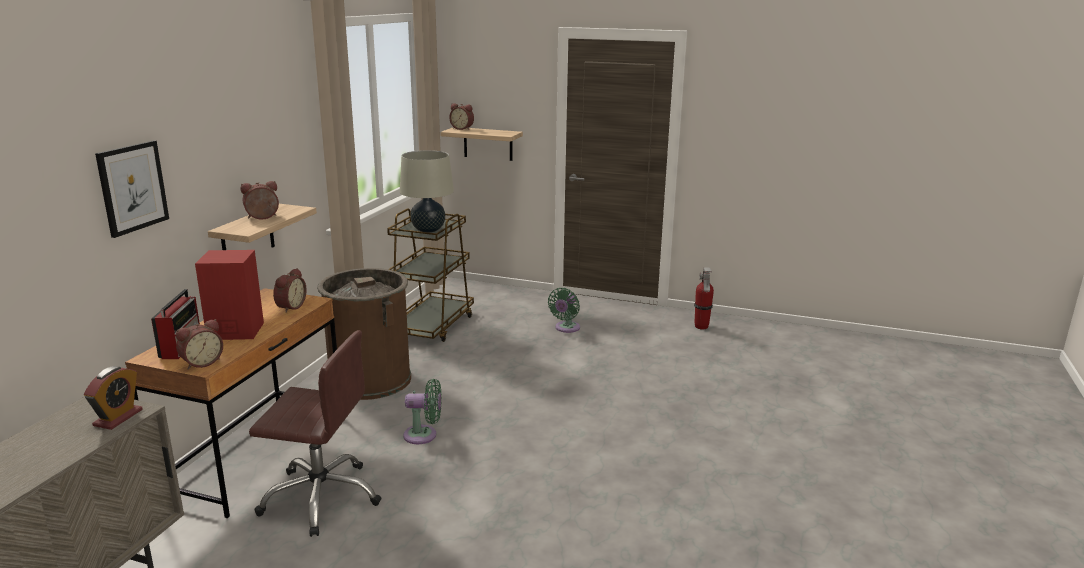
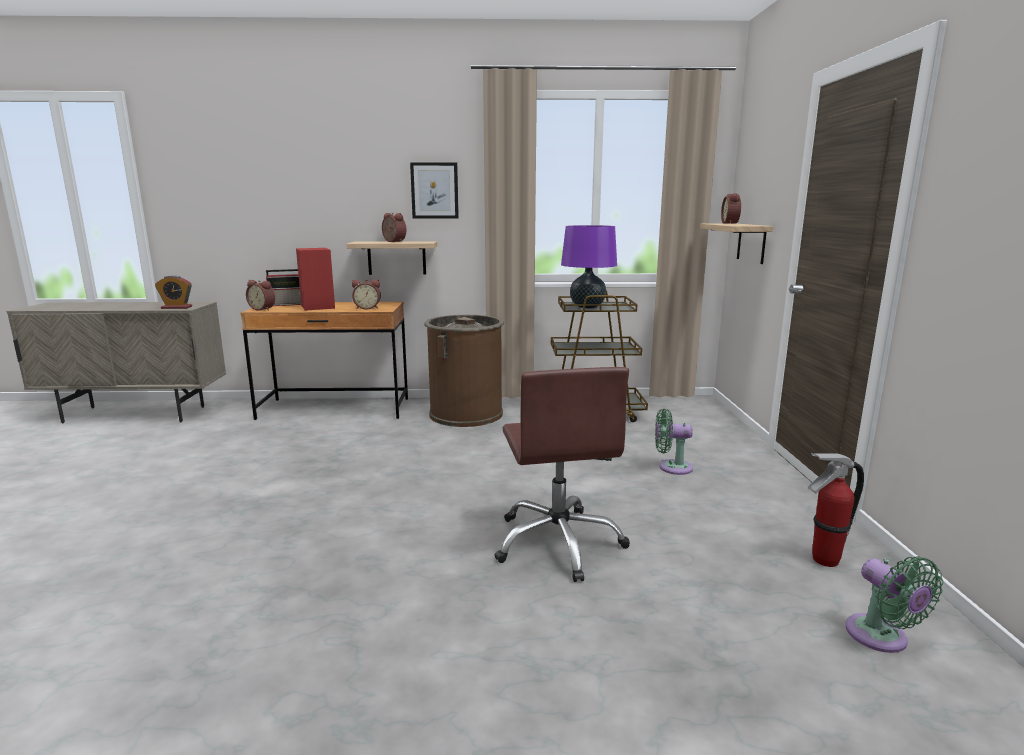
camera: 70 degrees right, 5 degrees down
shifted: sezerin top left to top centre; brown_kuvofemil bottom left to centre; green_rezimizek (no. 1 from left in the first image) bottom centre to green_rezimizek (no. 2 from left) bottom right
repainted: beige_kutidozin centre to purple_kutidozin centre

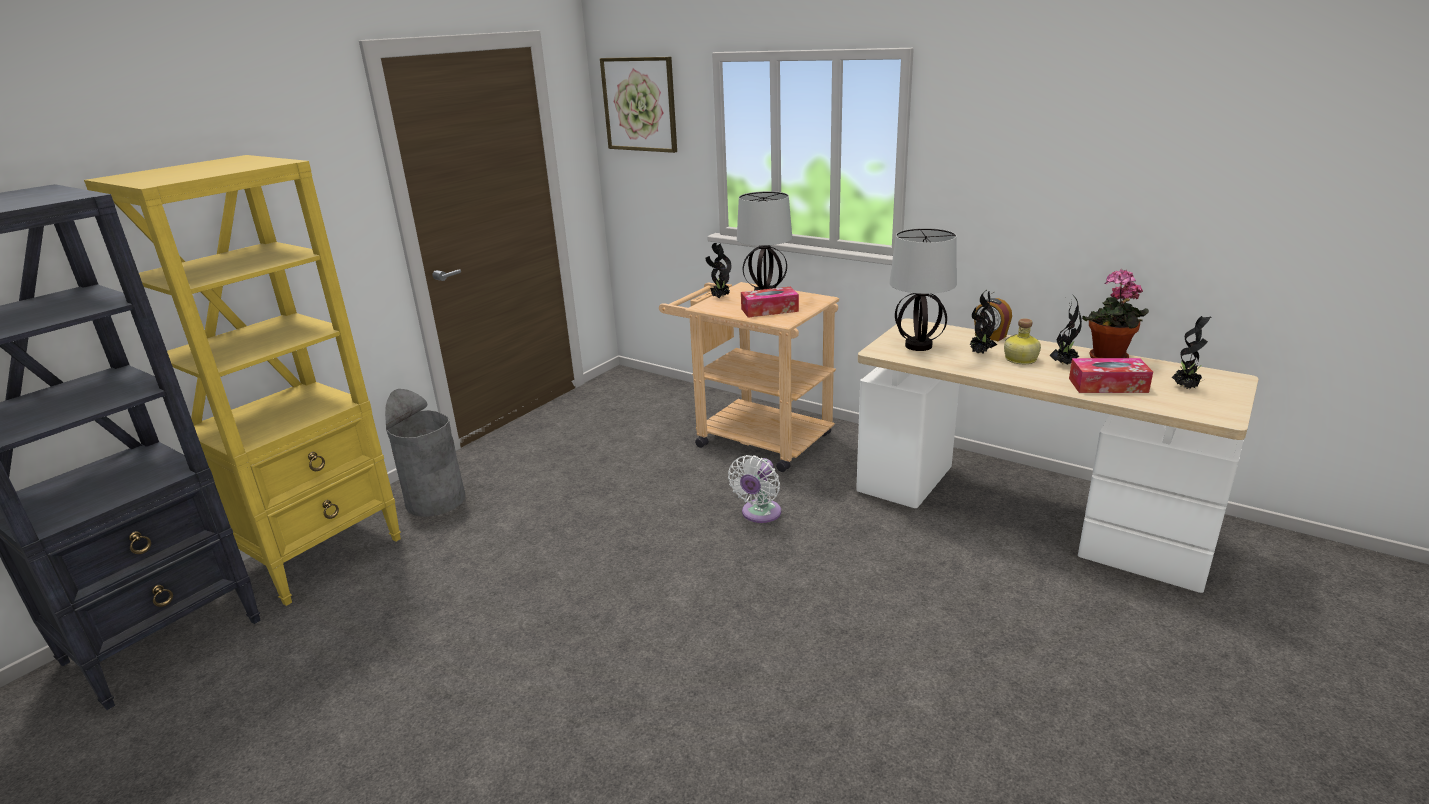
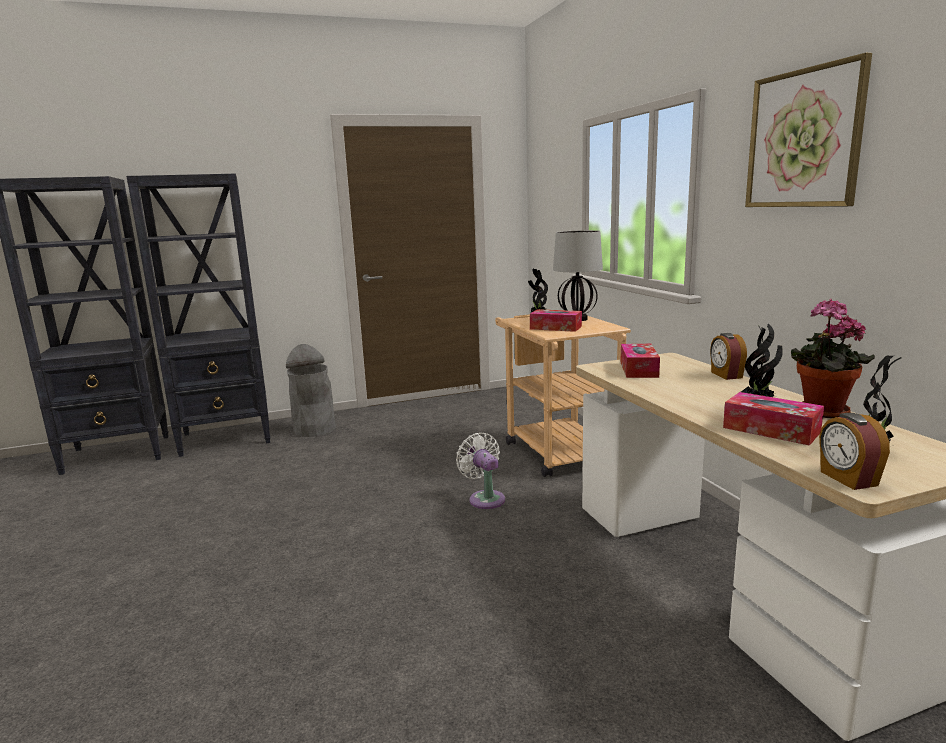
camera: 35 degrees right, 10 degrees down
gone: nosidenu (no. 2 from left) middle right; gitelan middle right
new: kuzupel (no. 2 from left) middle right
shifted: sezerin top centre to top right
swapped: kutidozin (no. 2 from left) centre to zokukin (no. 2 from left) middle right
repainted: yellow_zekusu middle left to black_zekusu (no. 2 from left) middle left
rotated: white_rezimizek centre = centre 90 degrees clockwise

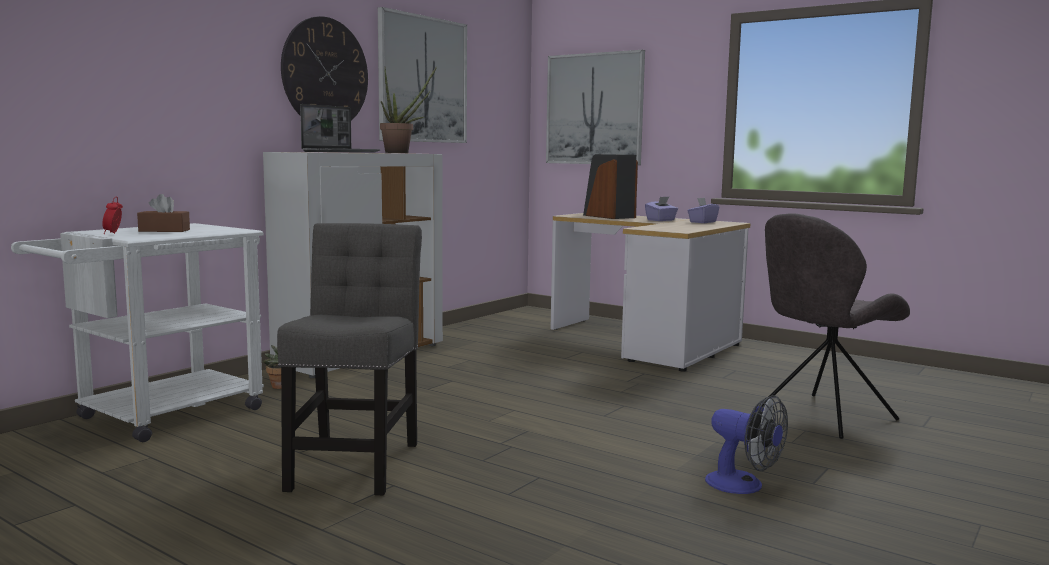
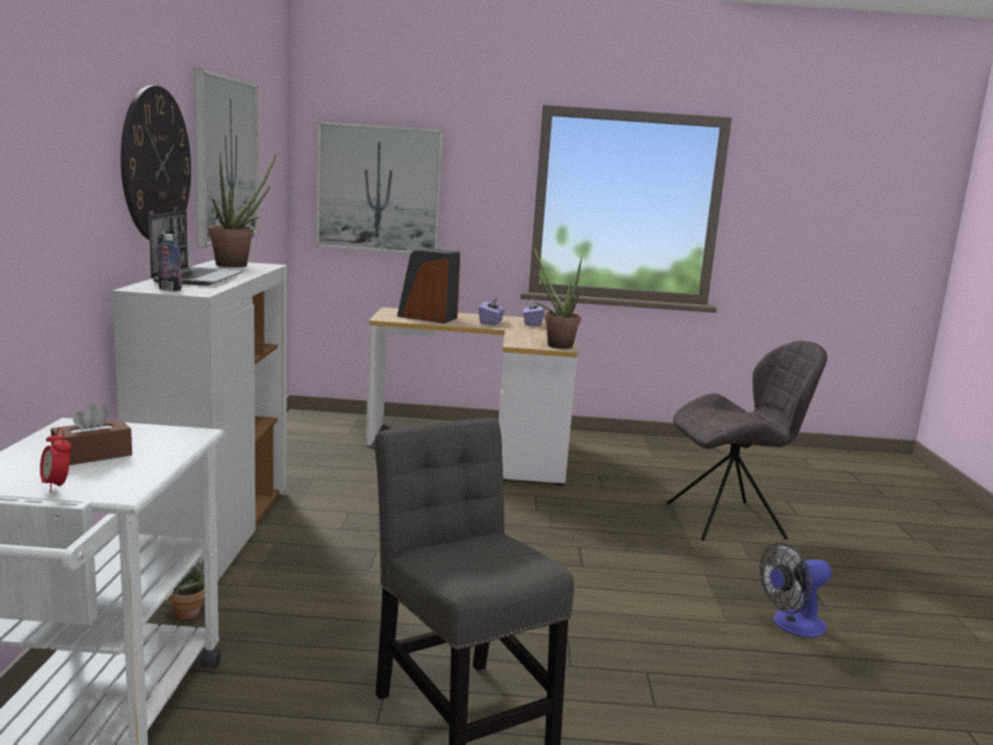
camera: 35 degrees left, 5 degrees up
new: gitelan middle left; nosidenu (no. 3 from left) centre
rotated: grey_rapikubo (no. 2 from left) middle right = middle right 120 degrees counterclockwise; rezimizek bottom right = bottom right 150 degrees clockwise

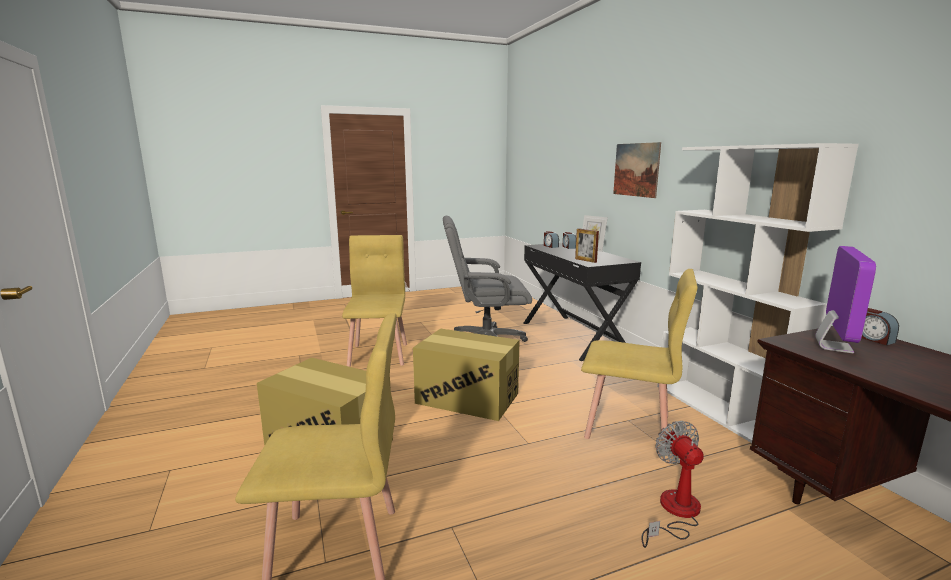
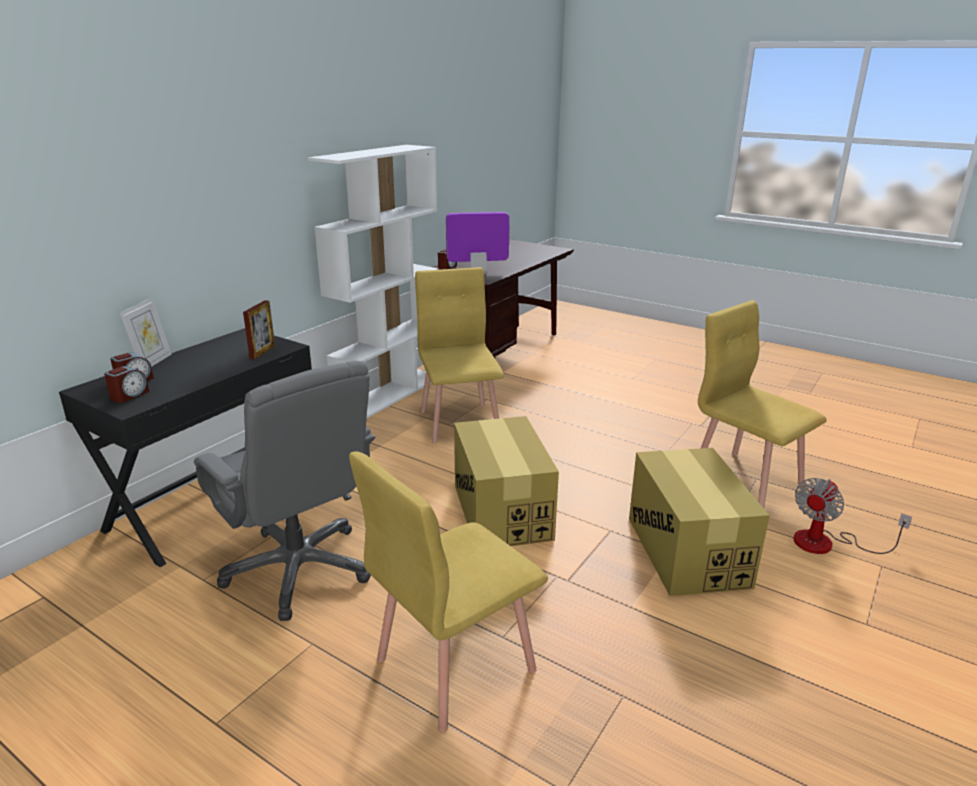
camera: 125 degrees left, 10 degrees up
gone: sezerin top right
shifted: rezimizek bottom right to middle right

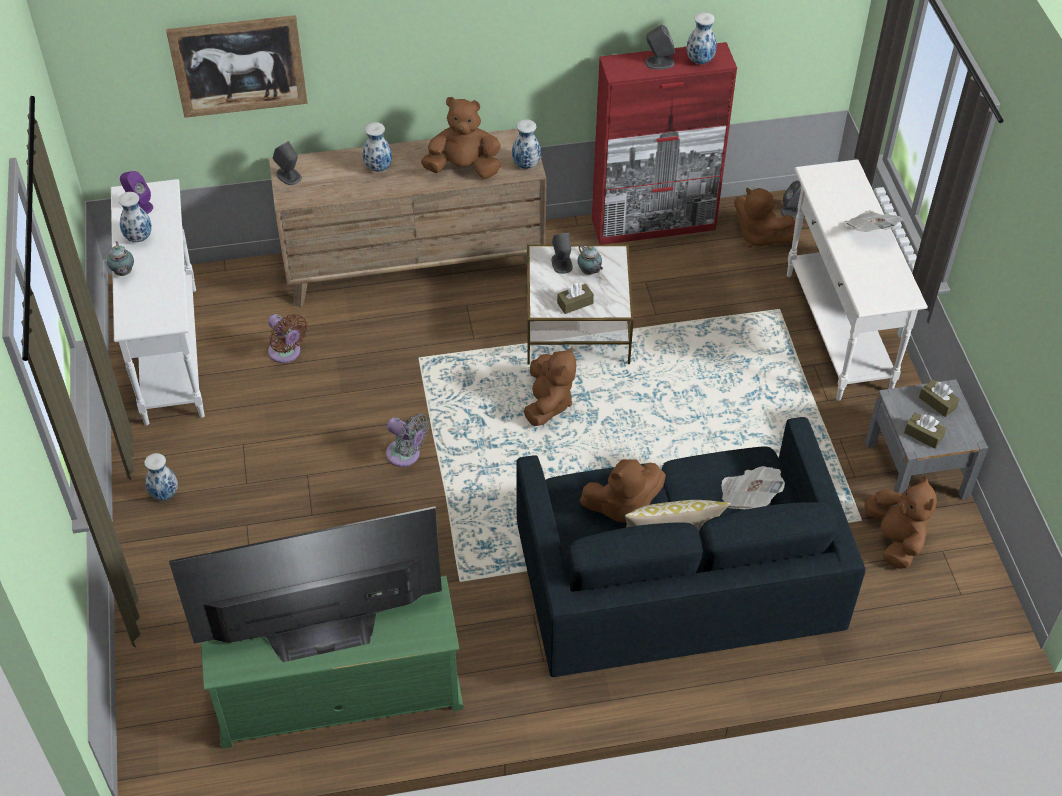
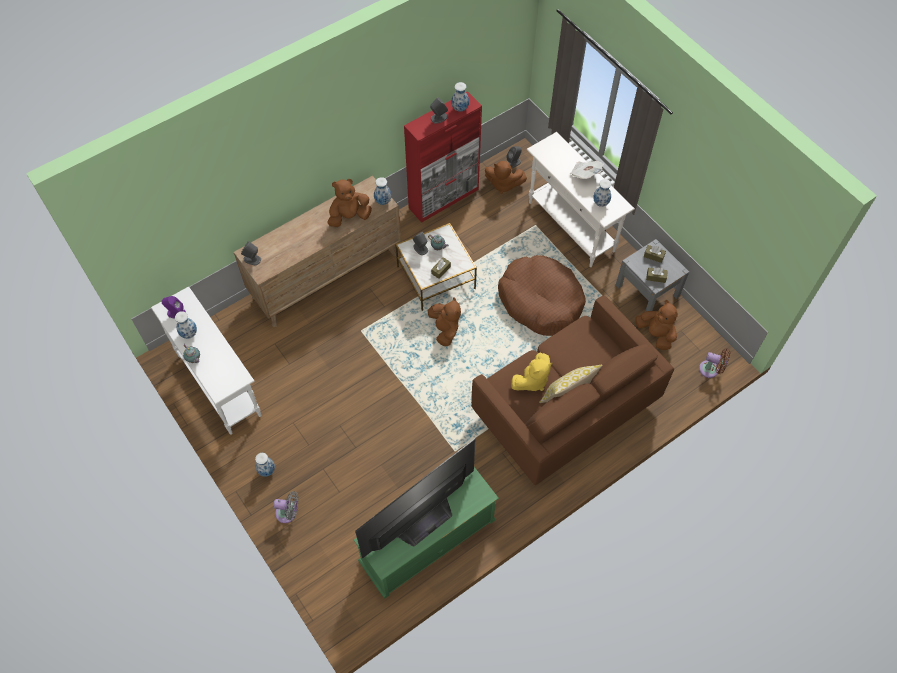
camera: 25 degrees left, 10 degrees up
gone: sezerin top left; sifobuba (no. 1 from left) middle right
new: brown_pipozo centre
shifted: grey_rezimizek centre to bottom left; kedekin (no. 3 from left in the first image) top centre to kedekin (no. 5 from left) top right; brown_rezimizek middle left to middle right
repainted: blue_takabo bottom centre to brown_takabo centre; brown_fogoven (no. 3 from left) centre to yellow_fogoven centre

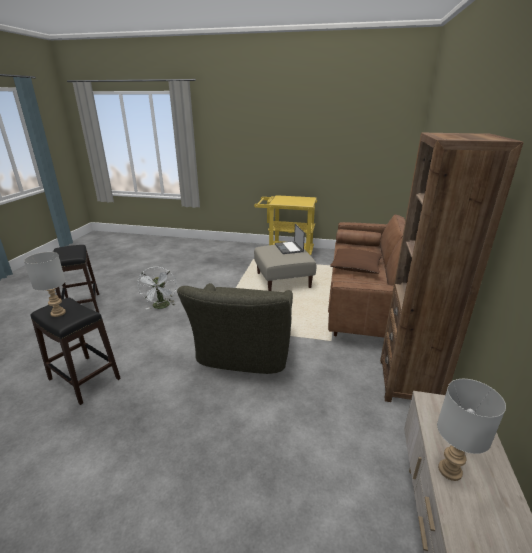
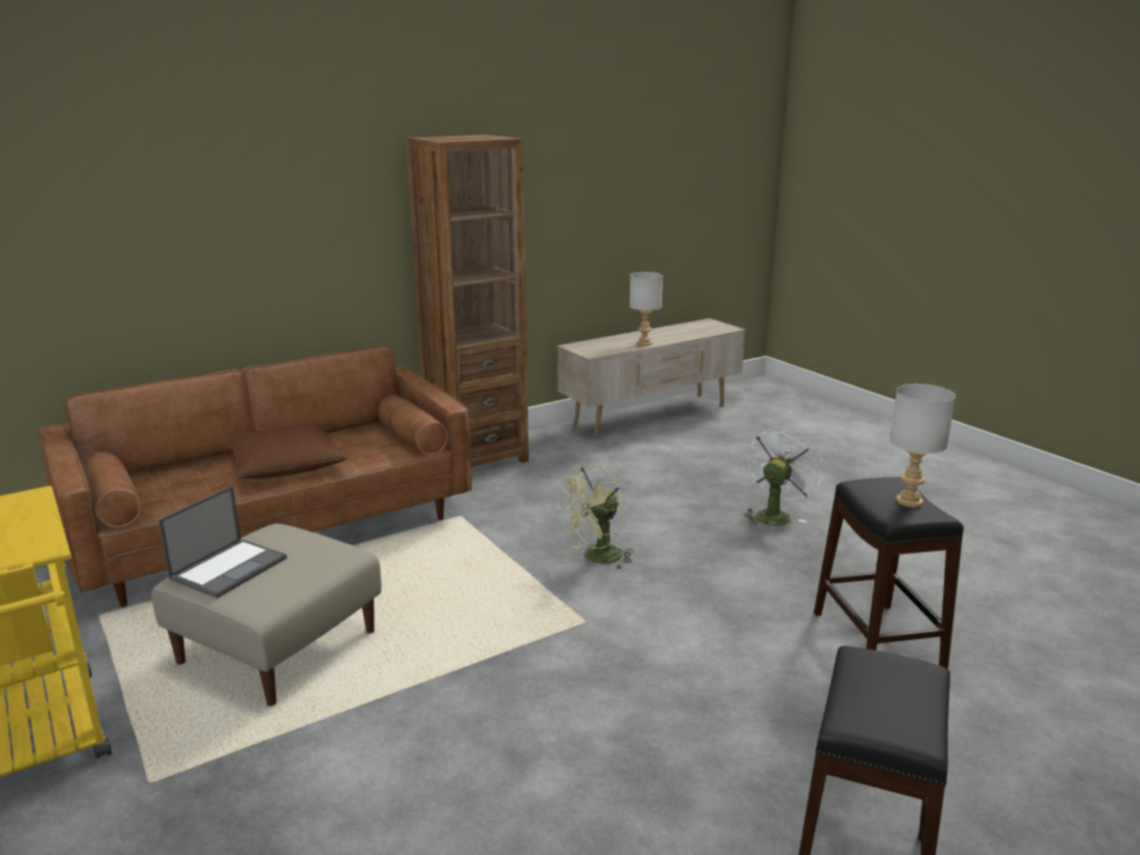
camera: 135 degrees left, 5 degrees down
shifted: white_rezimizek middle left to middle right
swapped: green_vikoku centre to green_rezimizek centre

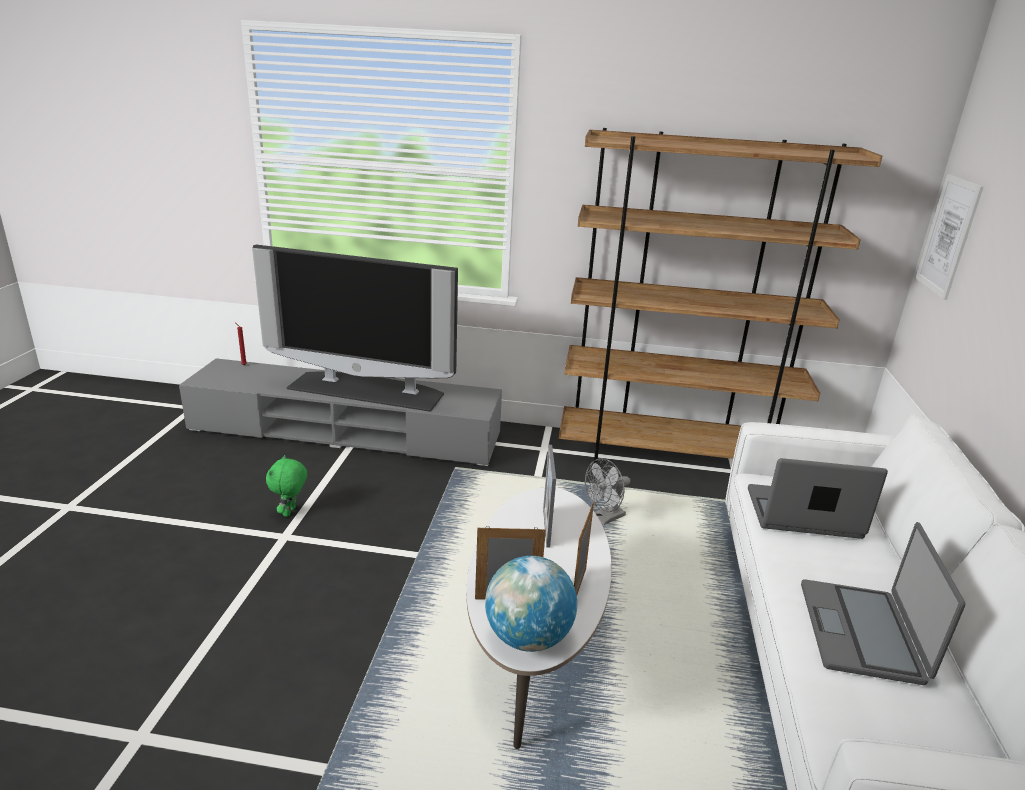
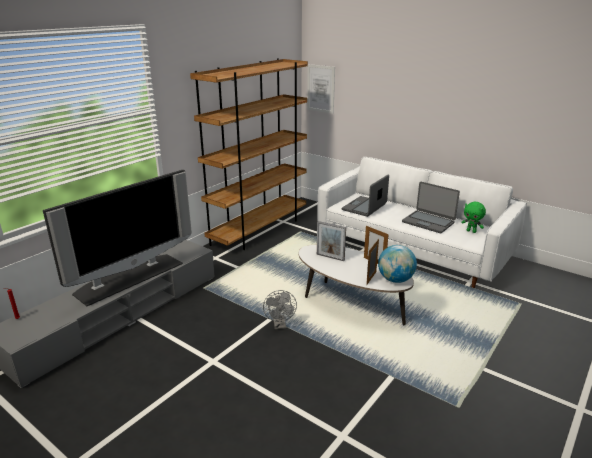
camera: 60 degrees left, 0 degrees up
shifted: grey_rezimizek centre to bottom centre; green_fogoven middle left to middle right

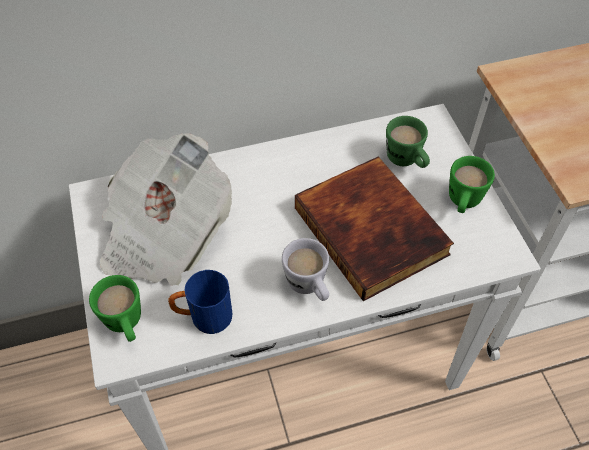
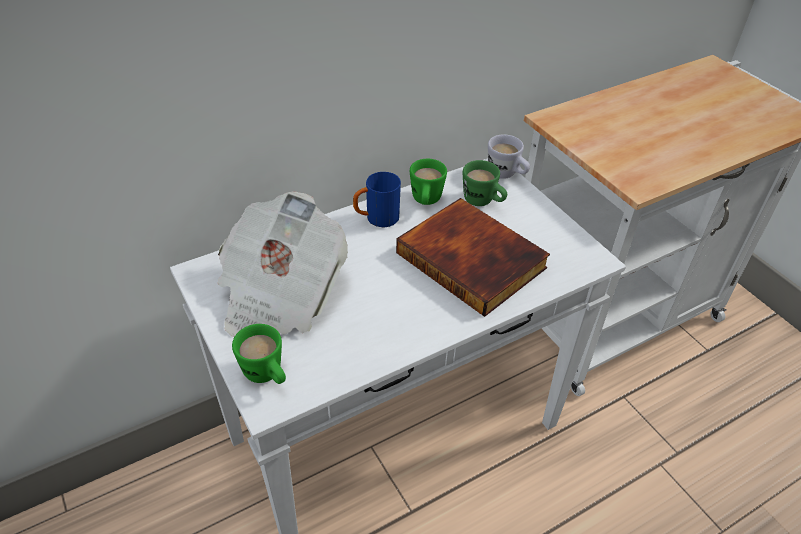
camera: 15 degrees left, 10 degrees down
shifted: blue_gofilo bottom centre to centre; green_gofilo (no. 3 from left in the first image) middle right to green_gofilo (no. 2 from left) centre; white_gofilo centre to top centre

